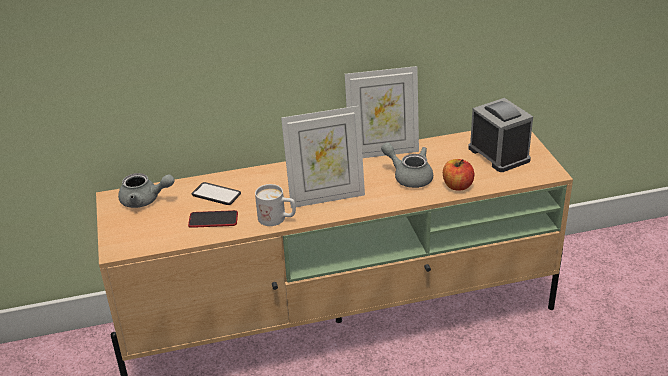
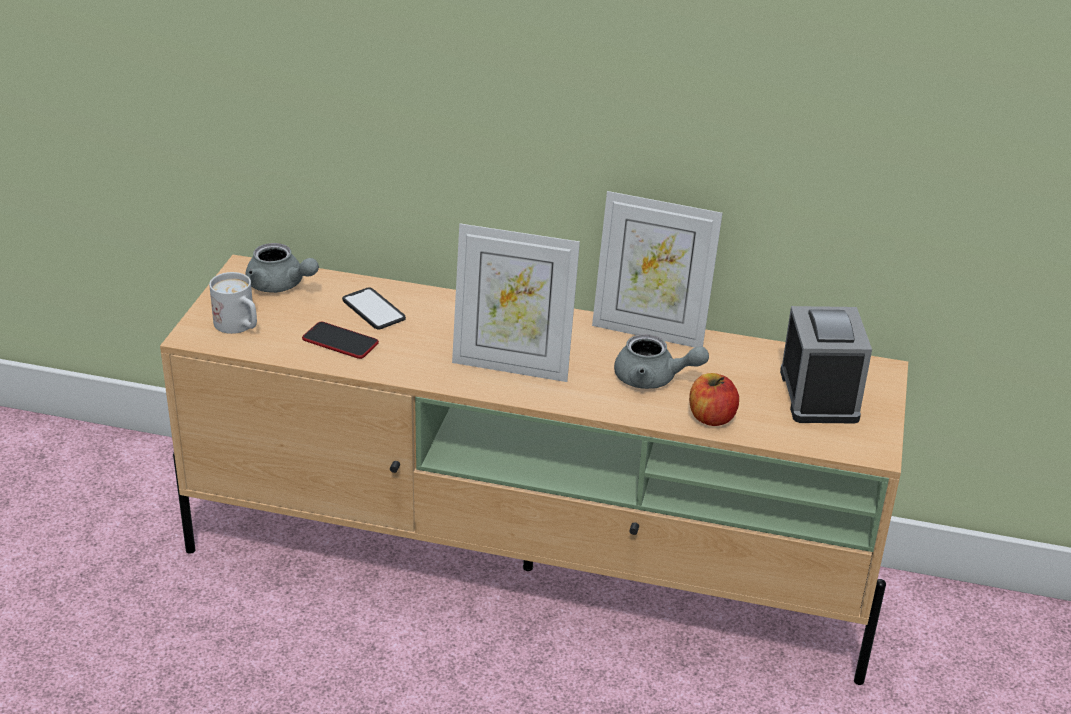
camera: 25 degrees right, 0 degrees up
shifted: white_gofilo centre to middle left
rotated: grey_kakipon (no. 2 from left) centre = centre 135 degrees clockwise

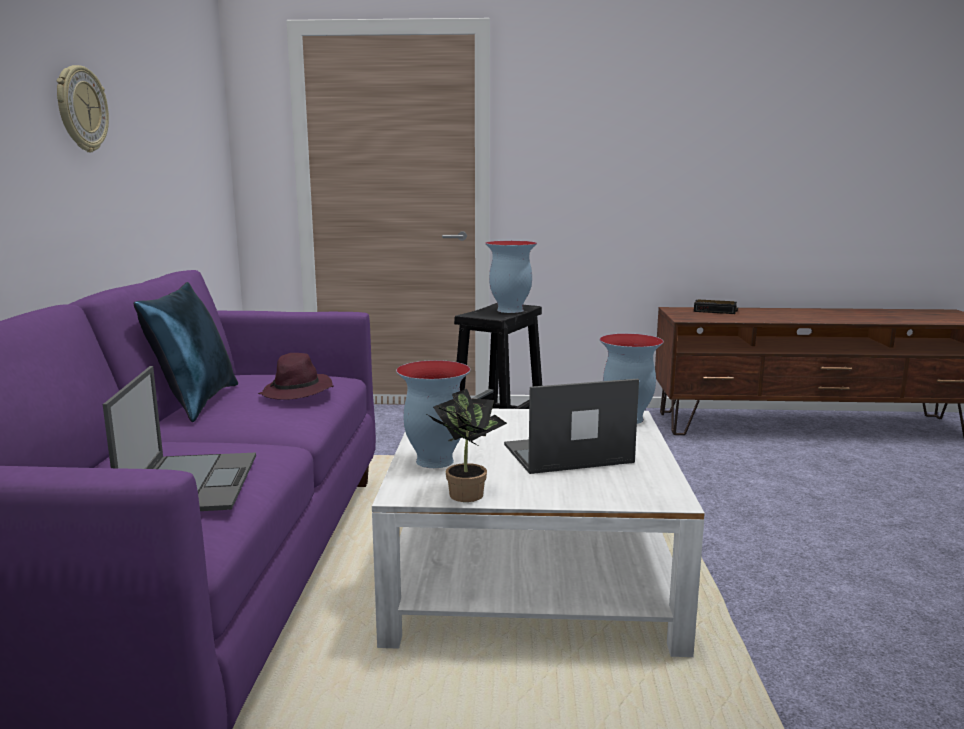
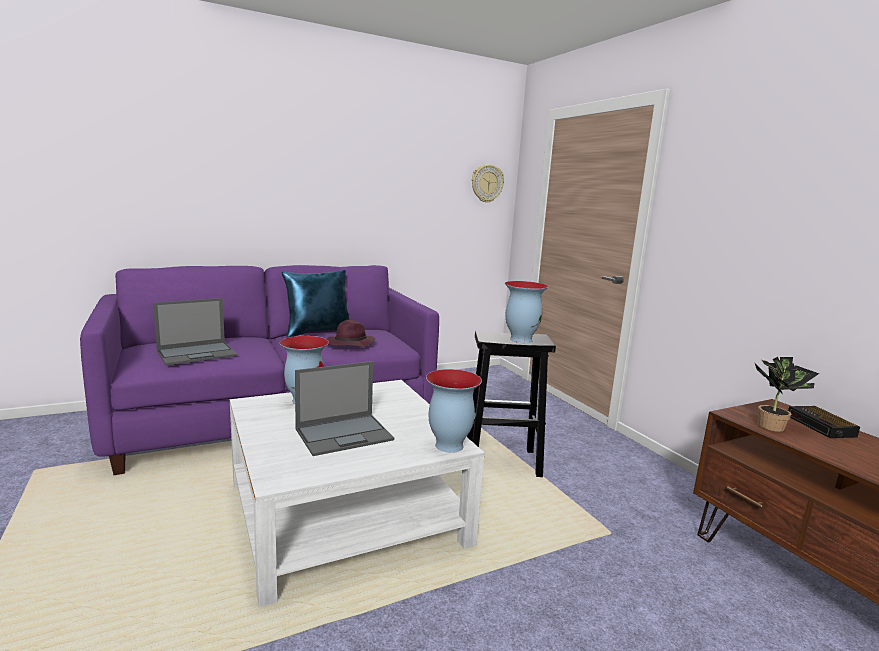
camera: 60 degrees right, 0 degrees up
shifted: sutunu top left to top centre; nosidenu centre to middle right
rotated: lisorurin (no. 2 from left) centre = centre 105 degrees clockwise

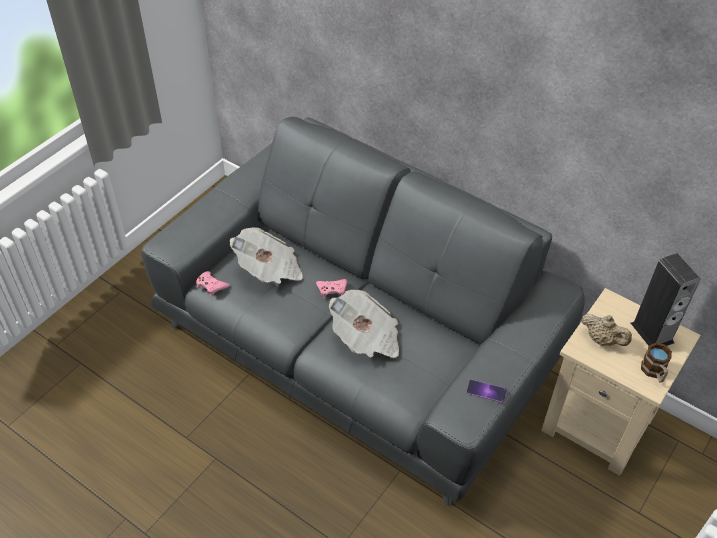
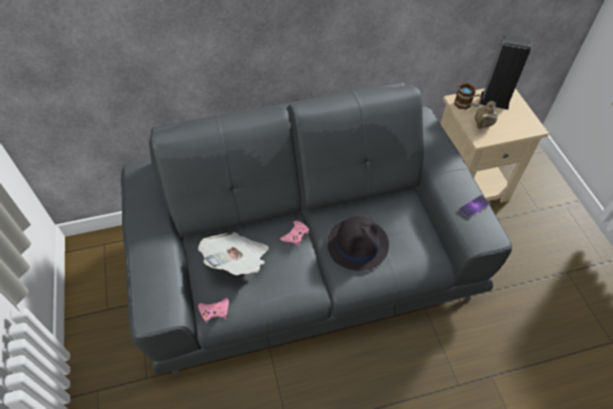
camera: 50 degrees left, 5 degrees up
shifted: gofilo bottom right to top right
swapped: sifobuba (no. 2 from left) centre to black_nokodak centre
rotated: beige_kakipon middle right = top right 135 degrees clockwise

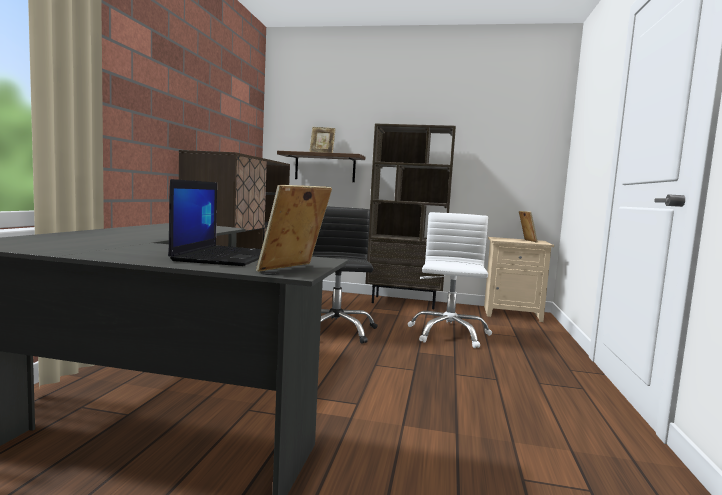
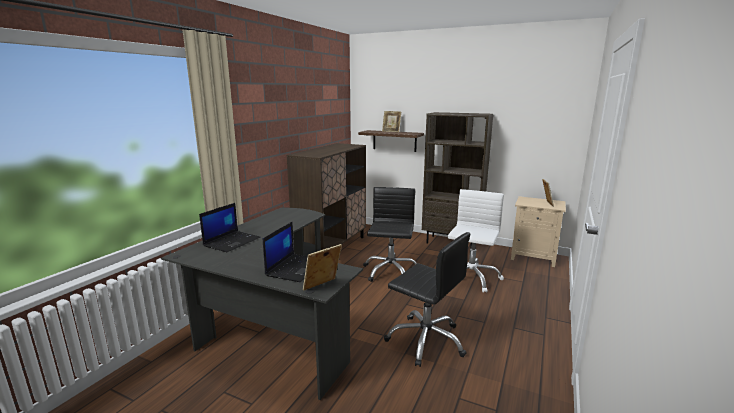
camera: 15 degrees right, 10 degrees up
new: lisorurin (no. 1 from left) middle left; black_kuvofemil (no. 2 from left) bottom centre

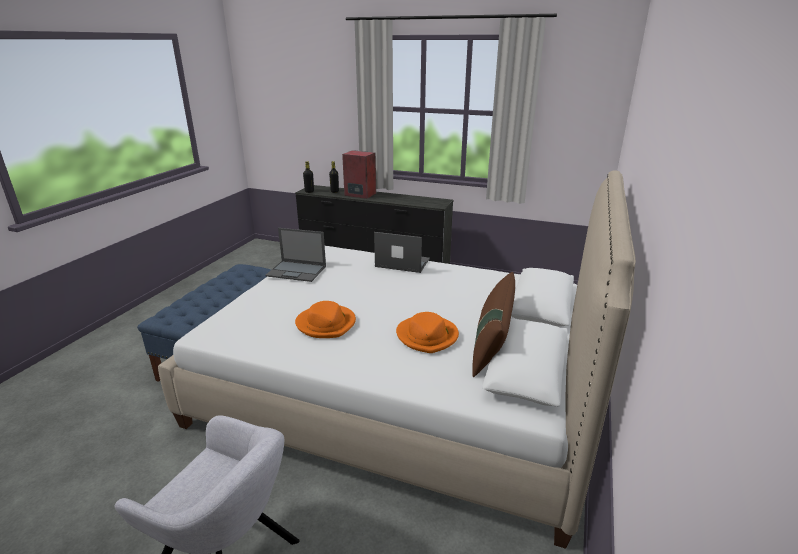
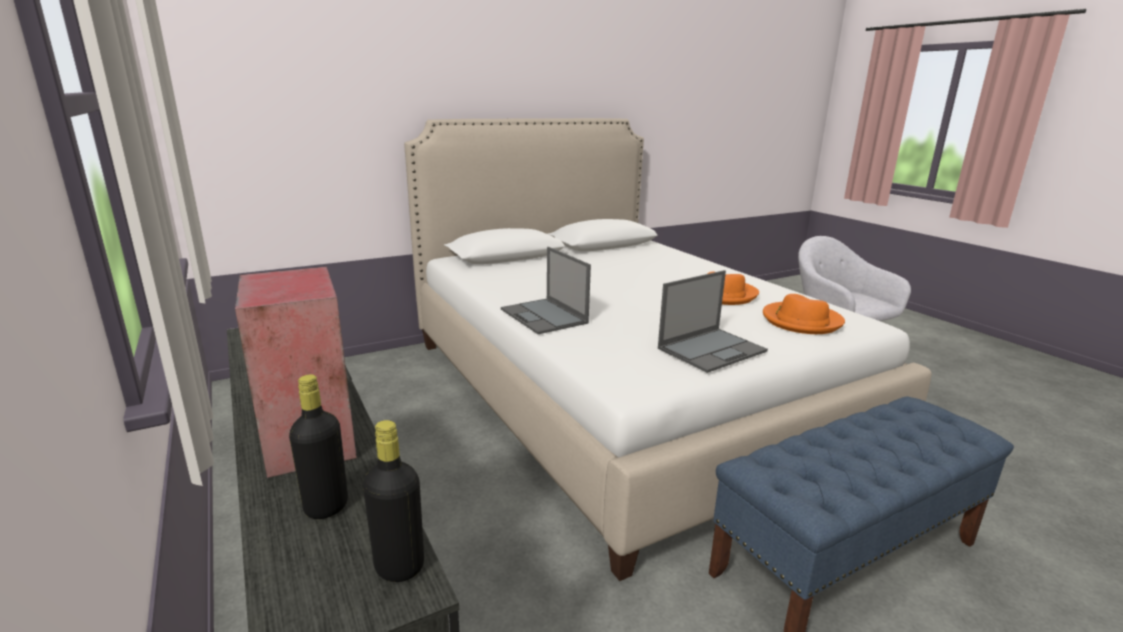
camera: 140 degrees left, 5 degrees down
gone: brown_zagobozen centre
shifted: orange_nokodak (no. 2 from left) centre to middle right
rotated: lisorurin (no. 1 from left in the first image) centre = centre 90 degrees clockwise

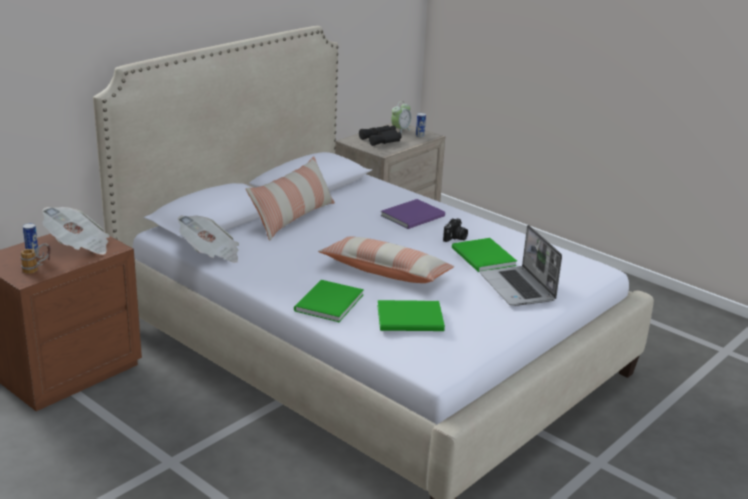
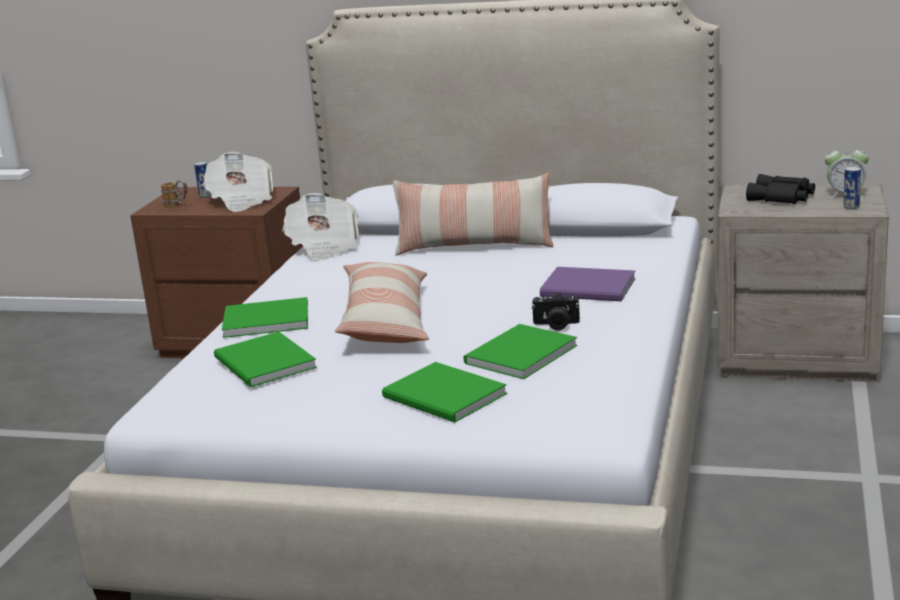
camera: 65 degrees right, 5 degrees down
swapped: lisorurin middle right to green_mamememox (no. 3 from left) centre

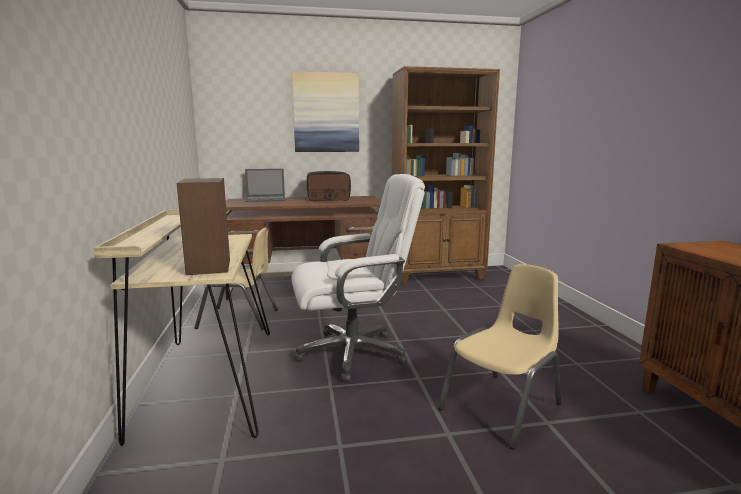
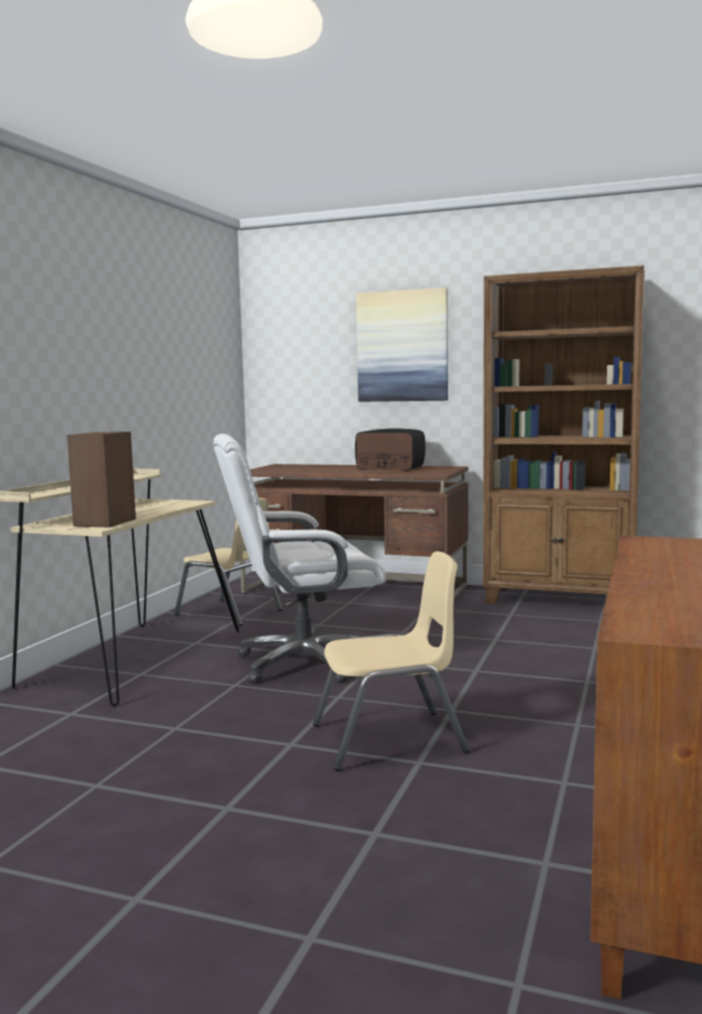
camera: 30 degrees right, 5 degrees down
gone: lisorurin centre
rotated: white_kuvofemil centre = centre 150 degrees clockwise

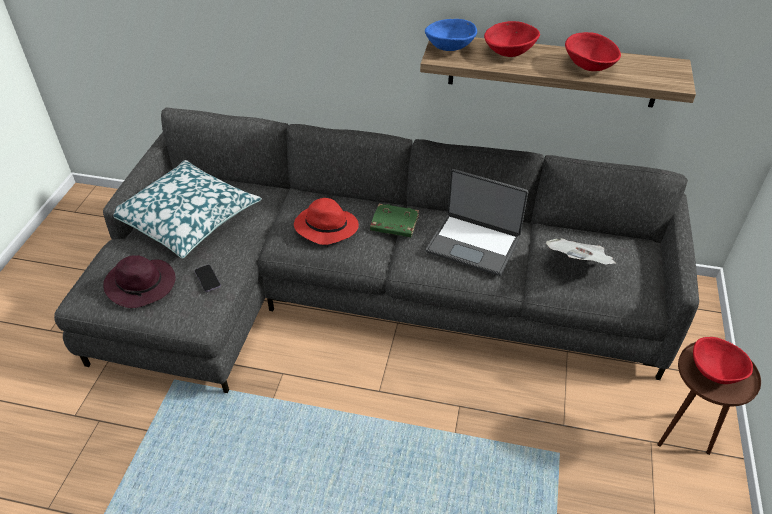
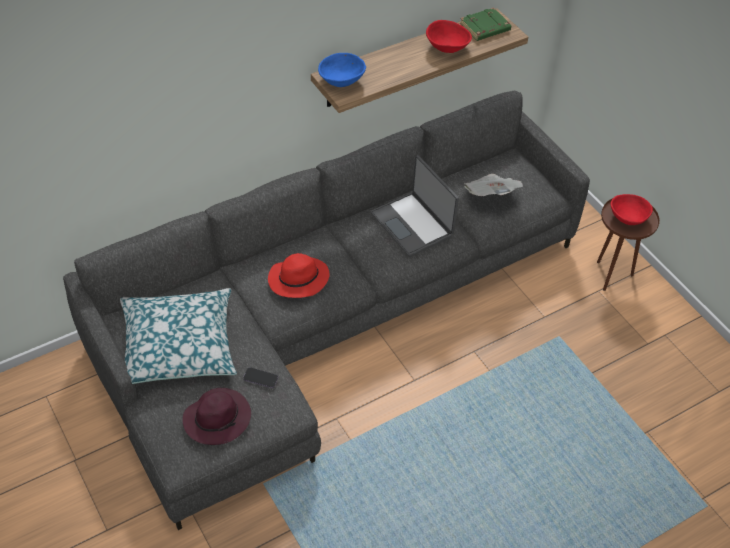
camera: 45 degrees left, 5 degrees up
gone: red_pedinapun (no. 1 from left) top centre
shifted: green_mamememox centre to top centre
rotated: lisorurin centre = centre 75 degrees clockwise

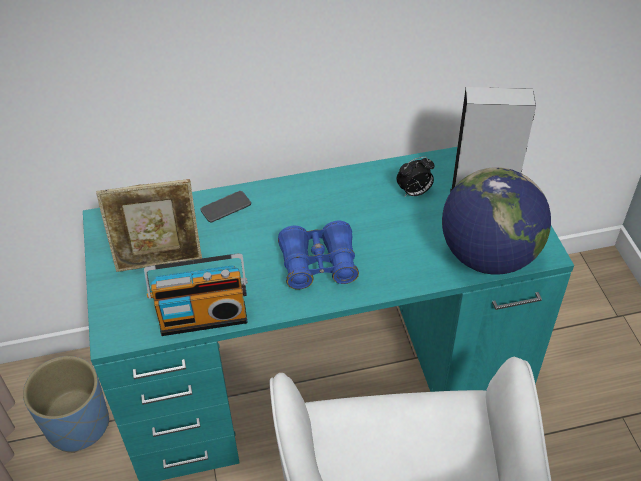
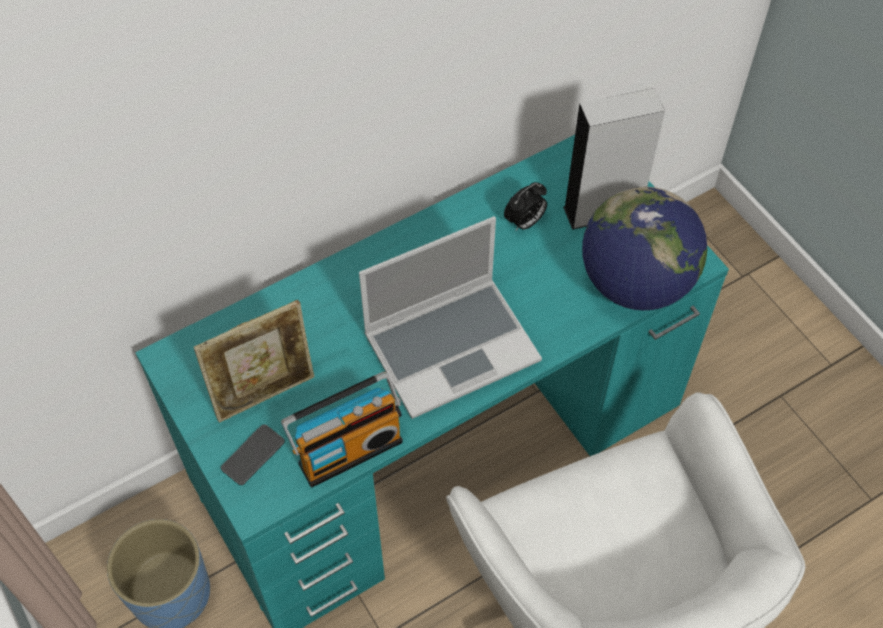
camera: 20 degrees left, 10 degrees up
shifted: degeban centre to bottom left
swapped: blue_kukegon centre to lisorurin centre

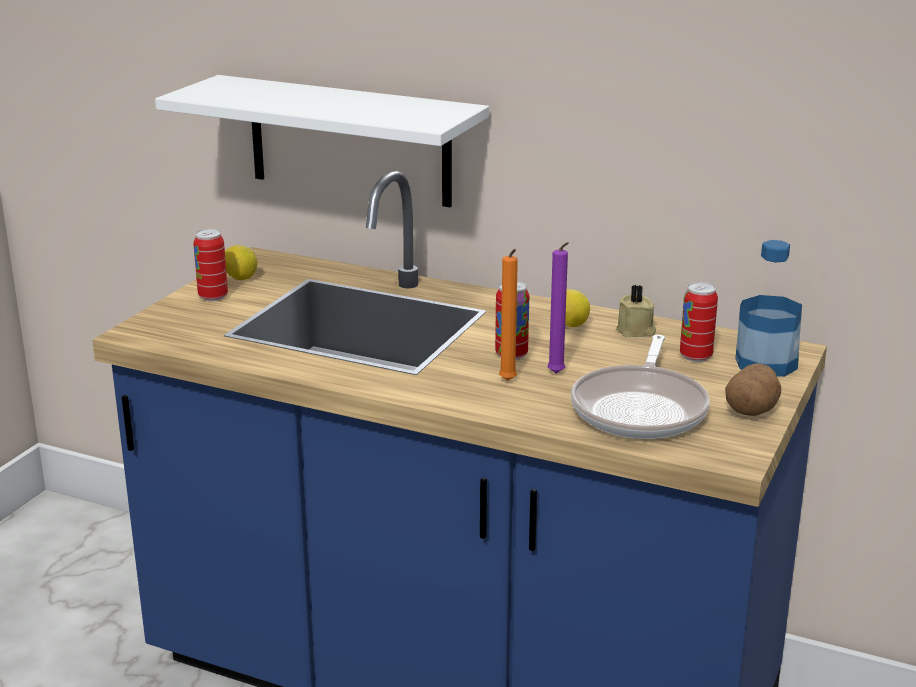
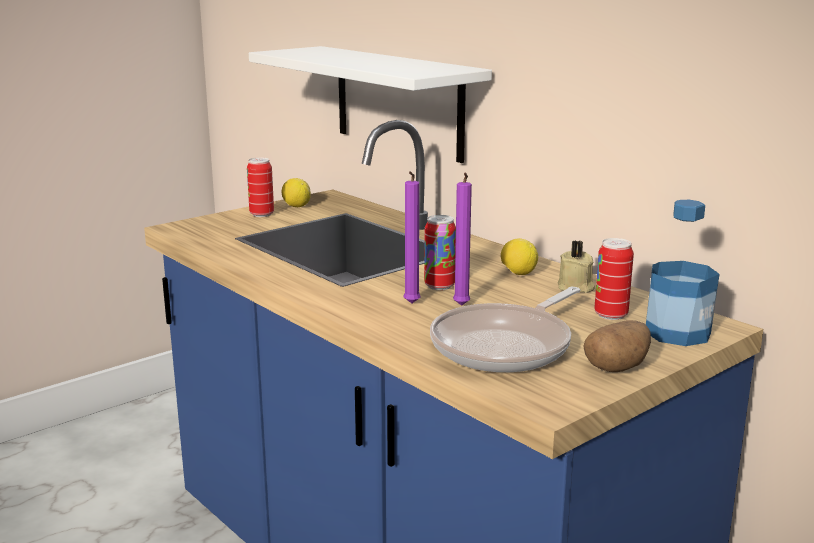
camera: 25 degrees right, 5 degrees down
repainted: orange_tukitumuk centre to purple_tukitumuk (no. 1 from left) centre

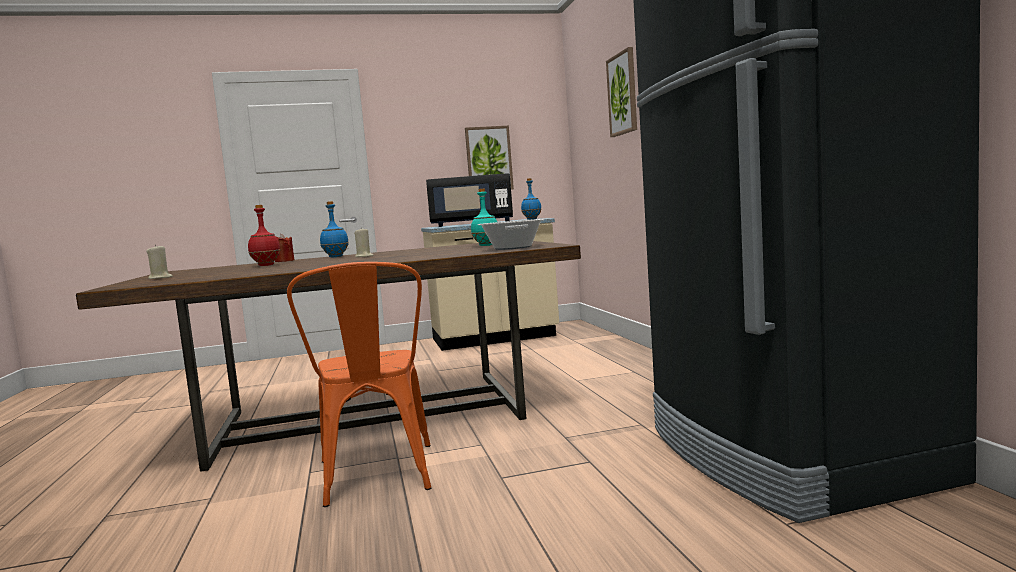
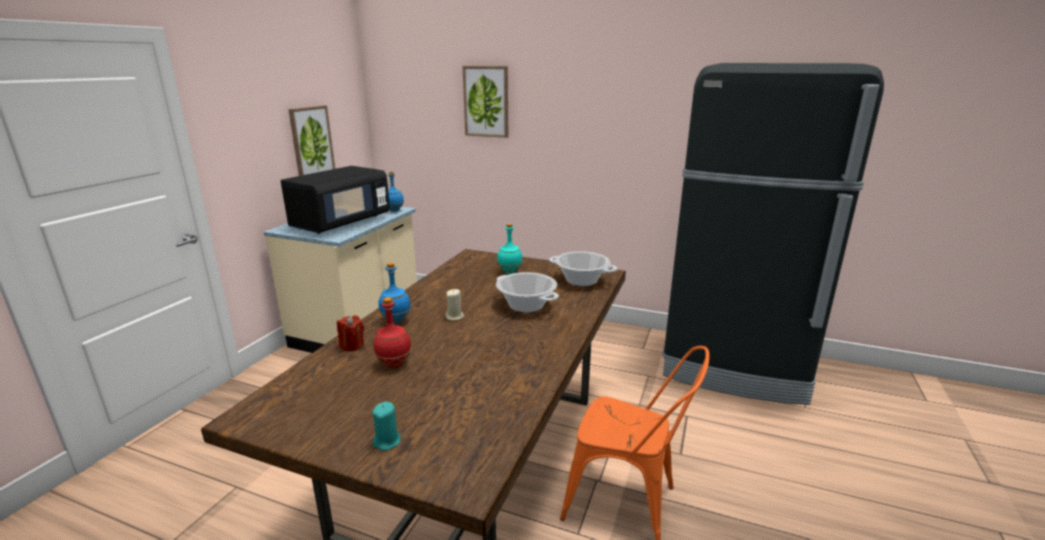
camera: 55 degrees left, 15 degrees up
new: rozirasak (no. 1 from left) centre
repainted: beige_tukitumuk (no. 1 from left) middle left to turquoise_tukitumuk bottom centre

